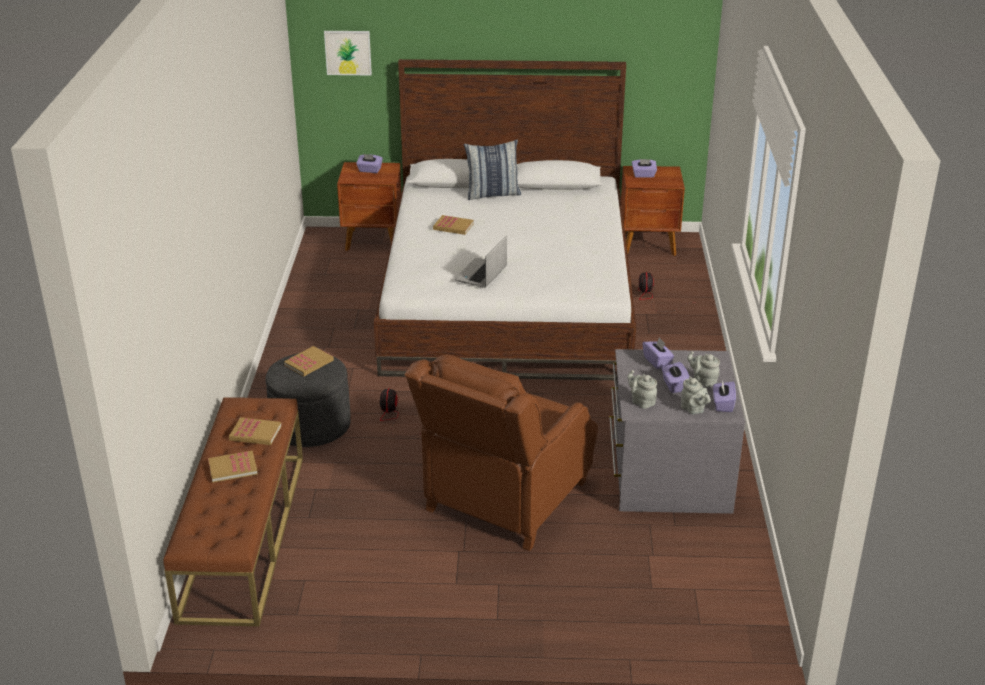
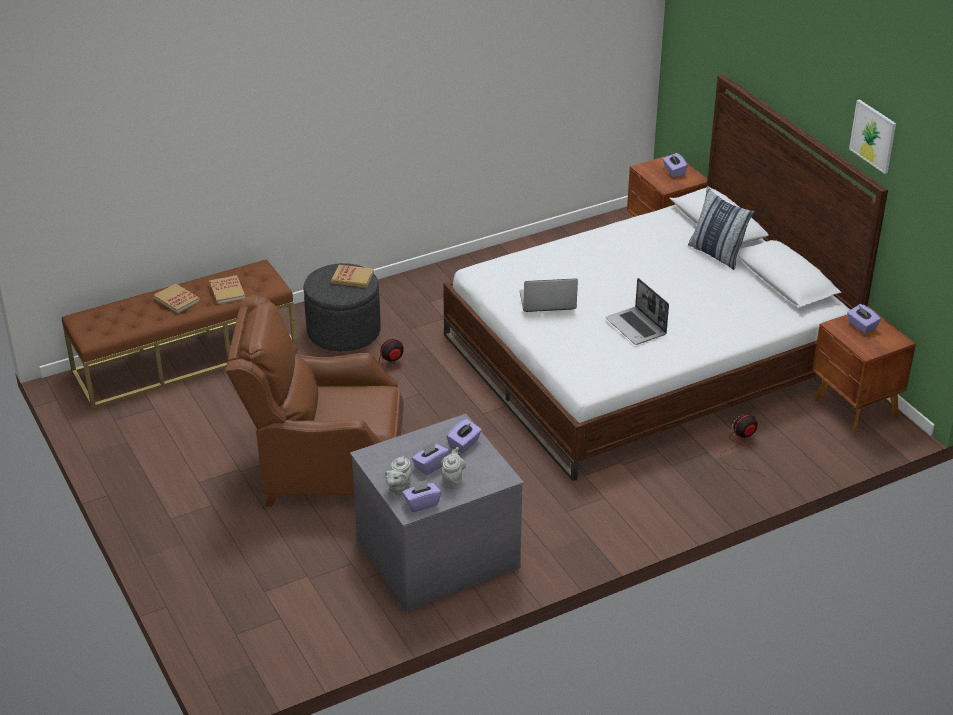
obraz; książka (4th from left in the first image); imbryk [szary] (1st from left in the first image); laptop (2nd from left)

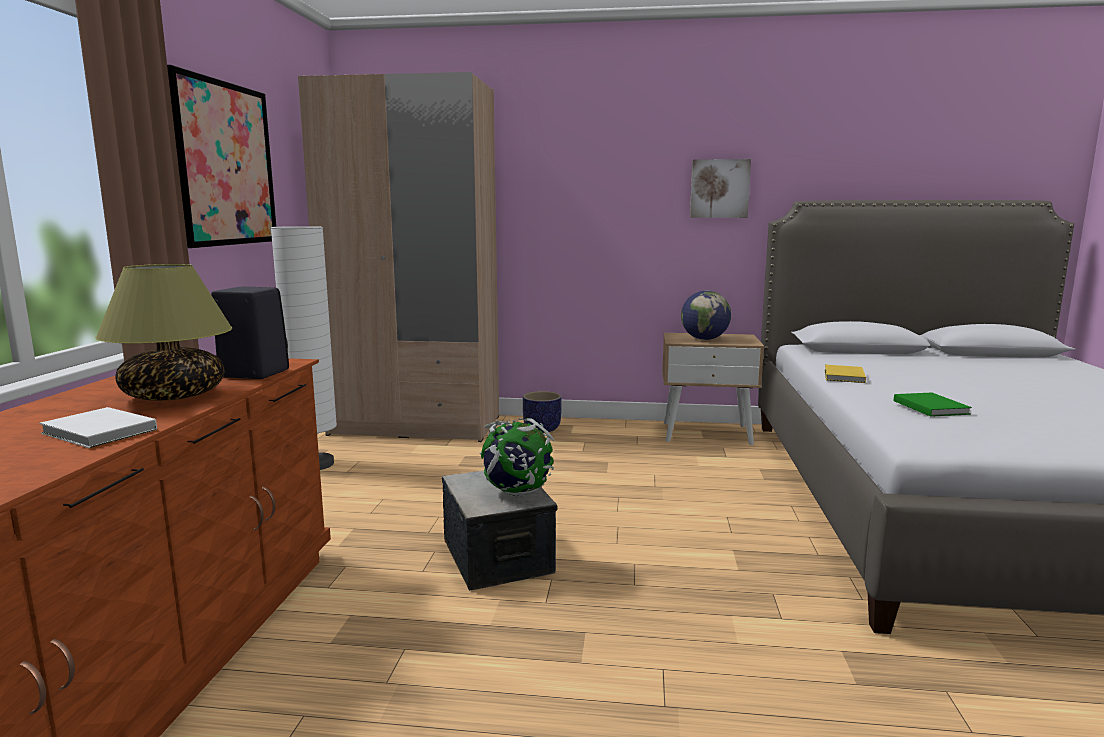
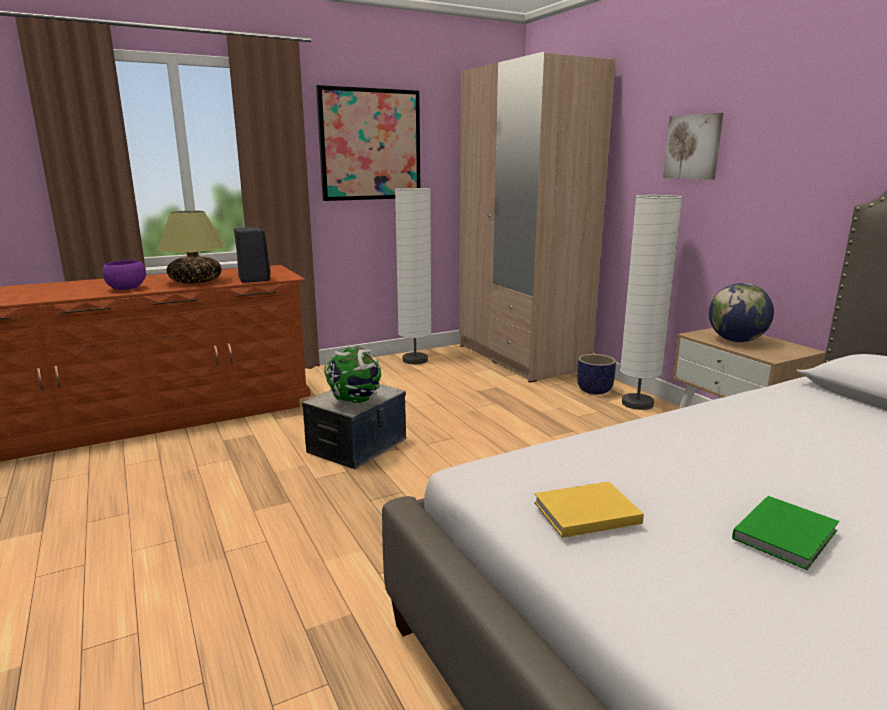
obraz (2nd from left); książka [żółty]; książka [zielony]; miska [fioletowy]; lampa stojąca [biały] (2nd from left)

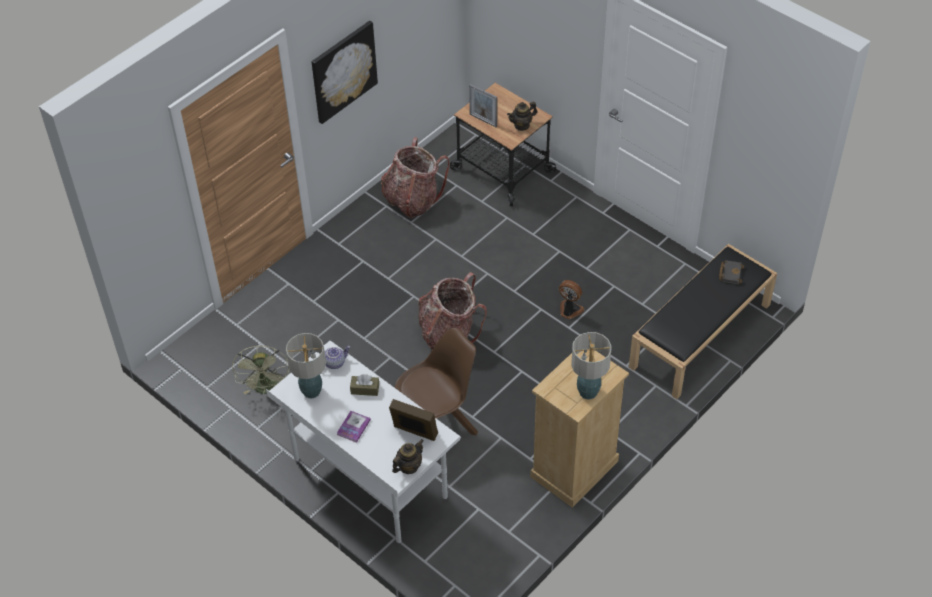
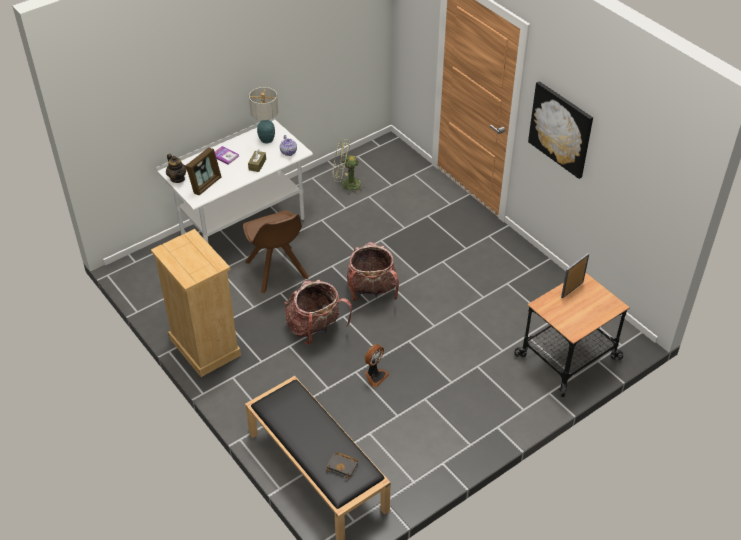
imbryk (3rd from left in the first image); plecak (1st from left); lampa stołowa (2nd from left in the first image)

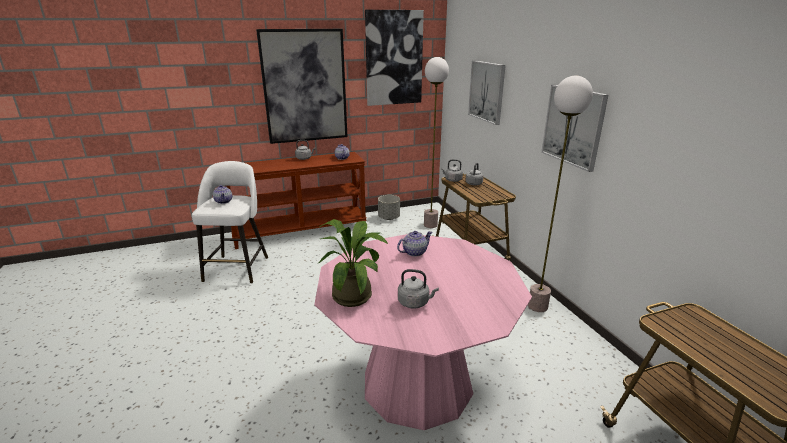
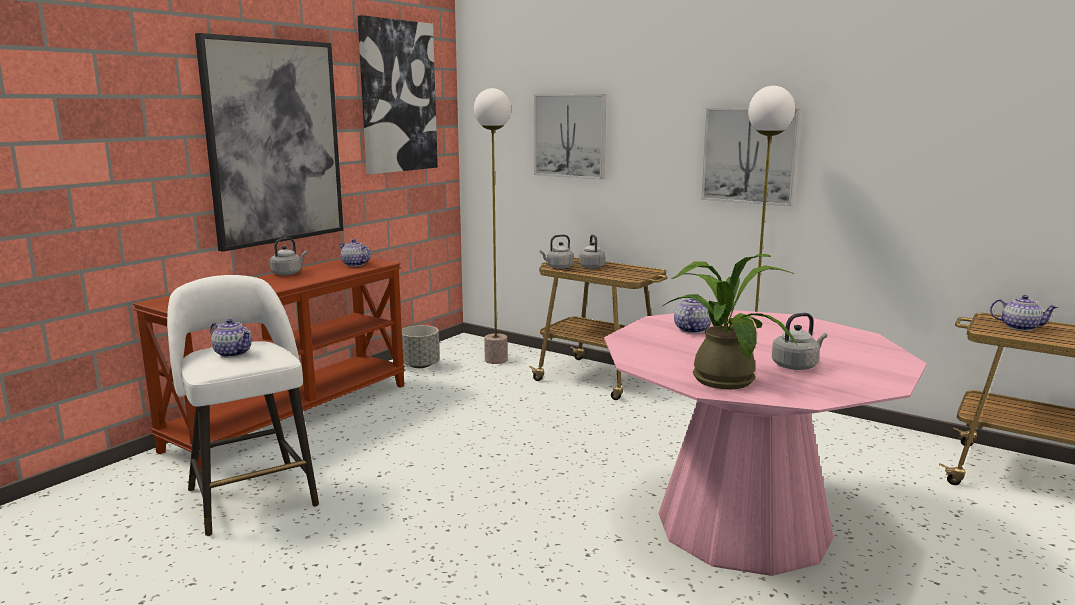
imbryk (4th from left)

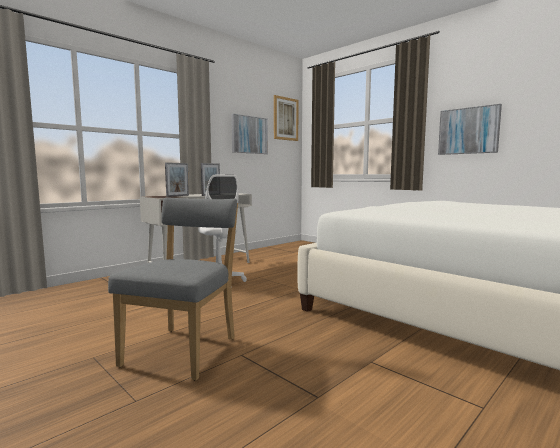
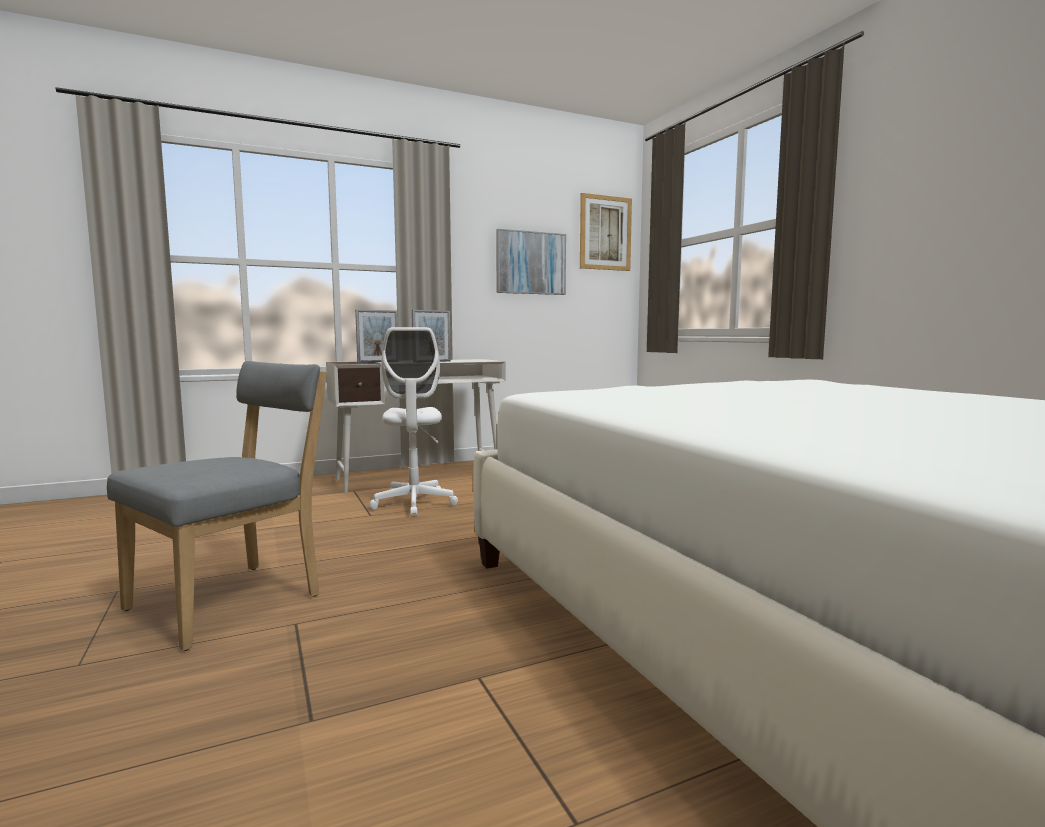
obraz (3rd from left in the first image)

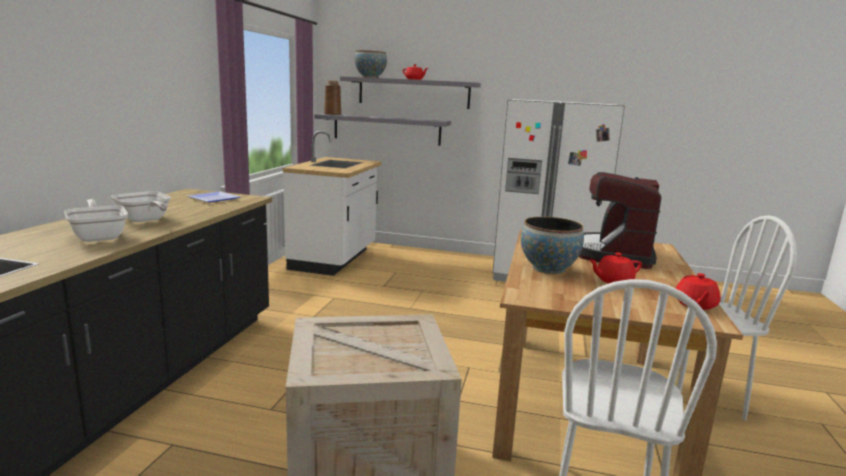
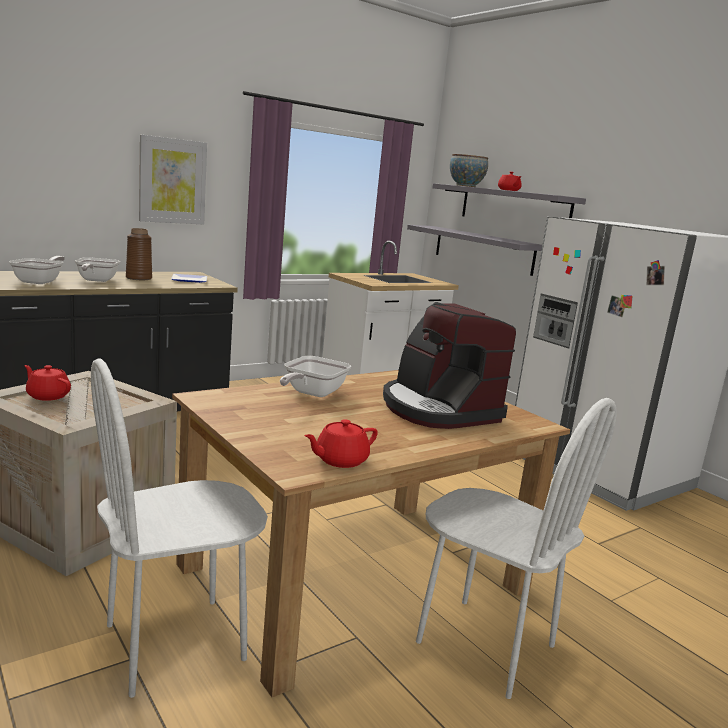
wazon [brązowy]; ekspres do kawy; patelnia (3rd from left); imbryk [czerwony] (1st from left); obraz

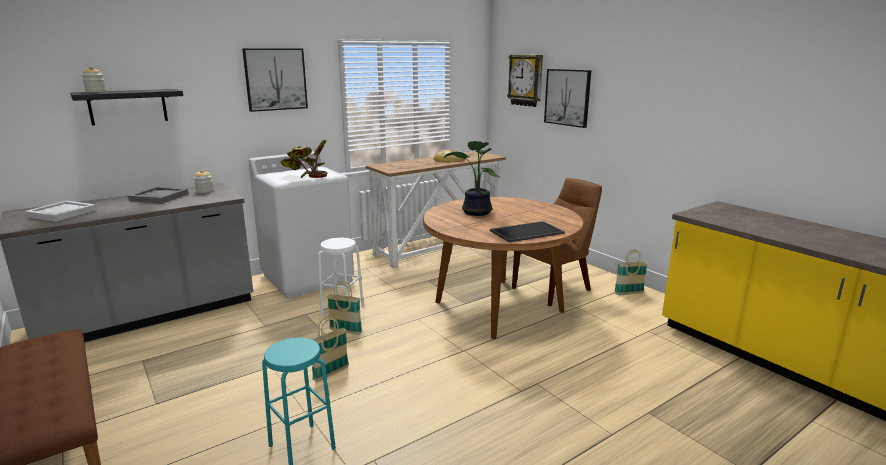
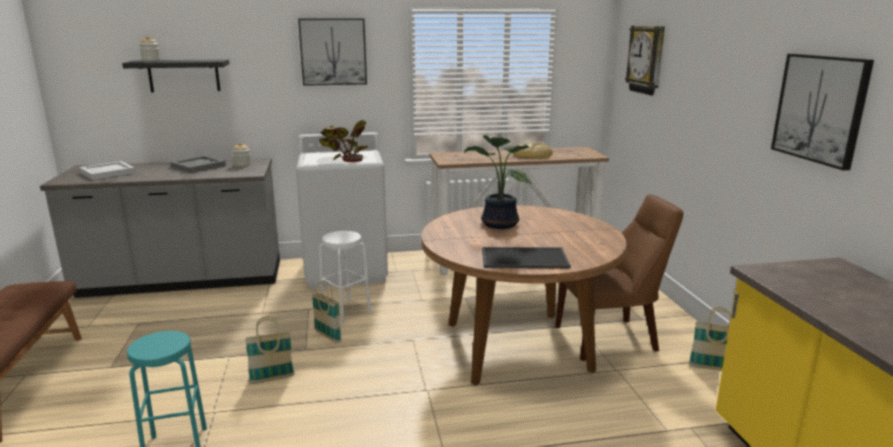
obraz (2nd from left)

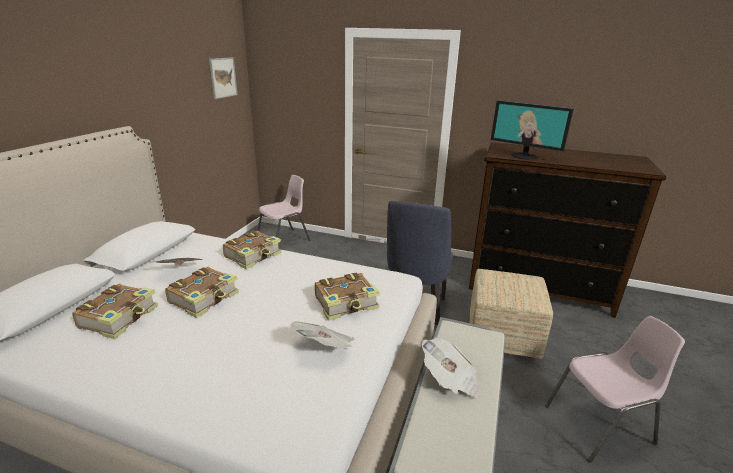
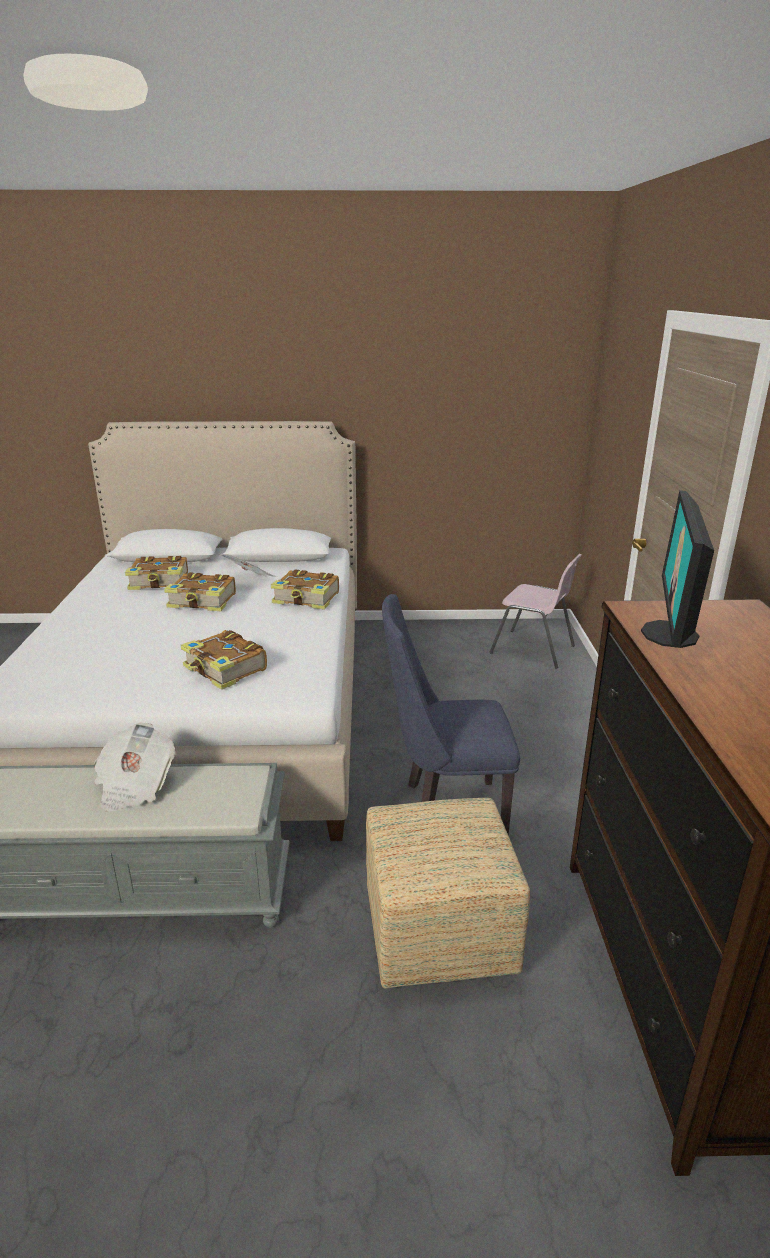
obraz; krzesło [różowy] (2nd from left in the first image); gazeta (2nd from left in the first image)

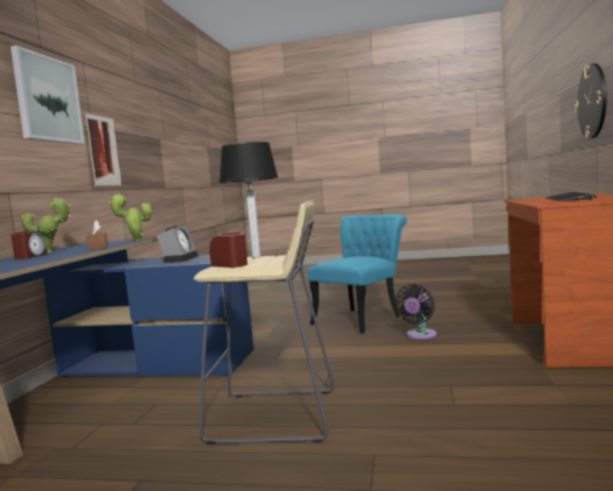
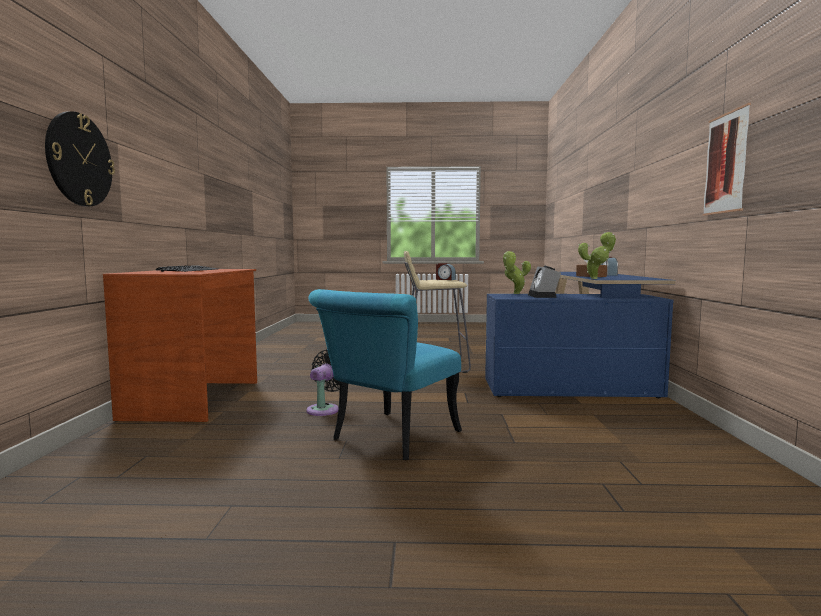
obraz (1st from left in the first image); lampa stołowa; roślina doniczkowa (1st from left)

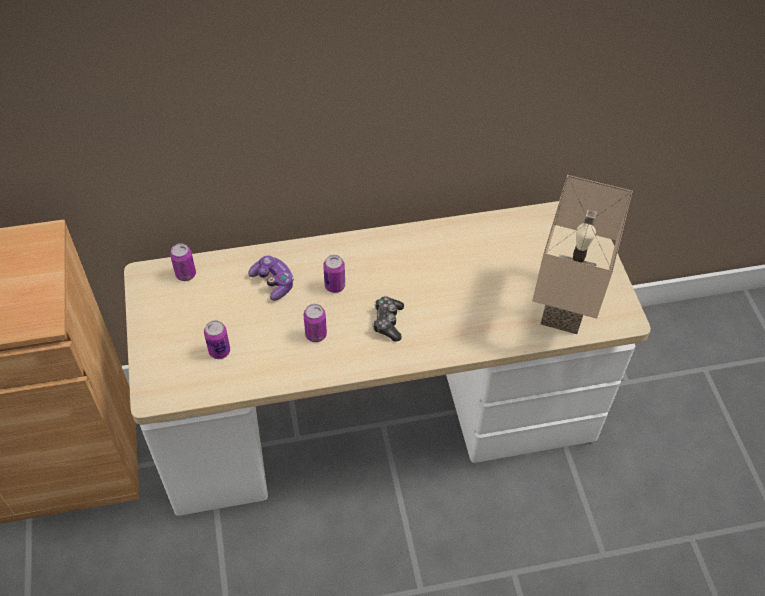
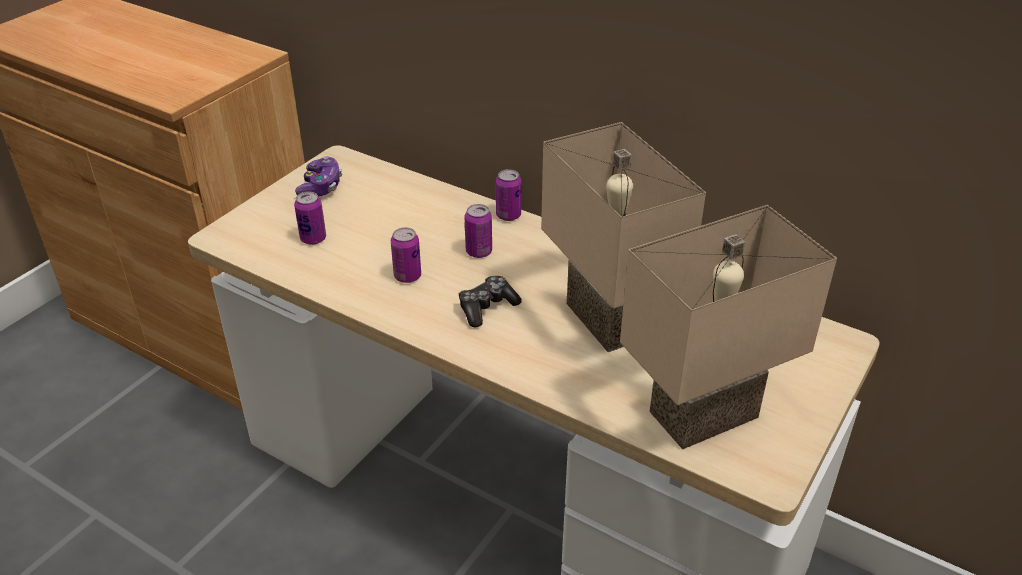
puszka (4th from left); pad do gier (1st from left); lampa stołowa [beżowy] (1st from left)

